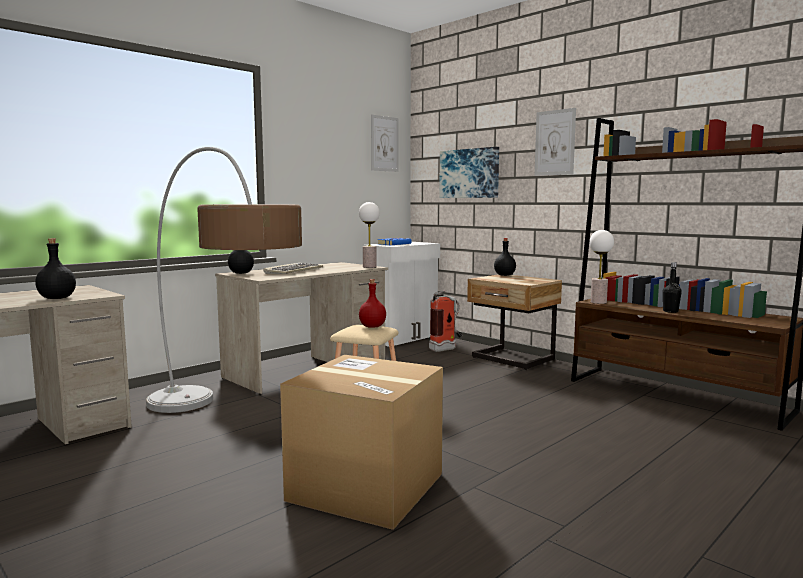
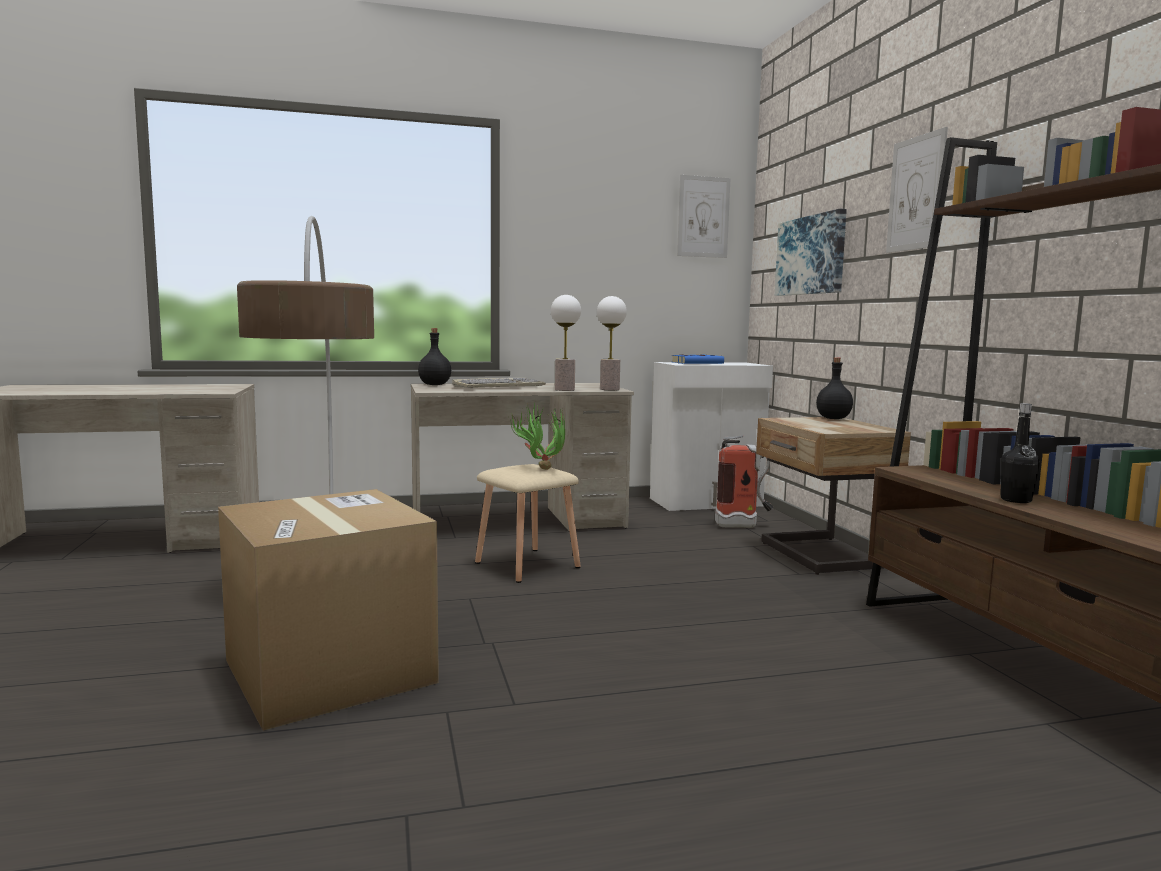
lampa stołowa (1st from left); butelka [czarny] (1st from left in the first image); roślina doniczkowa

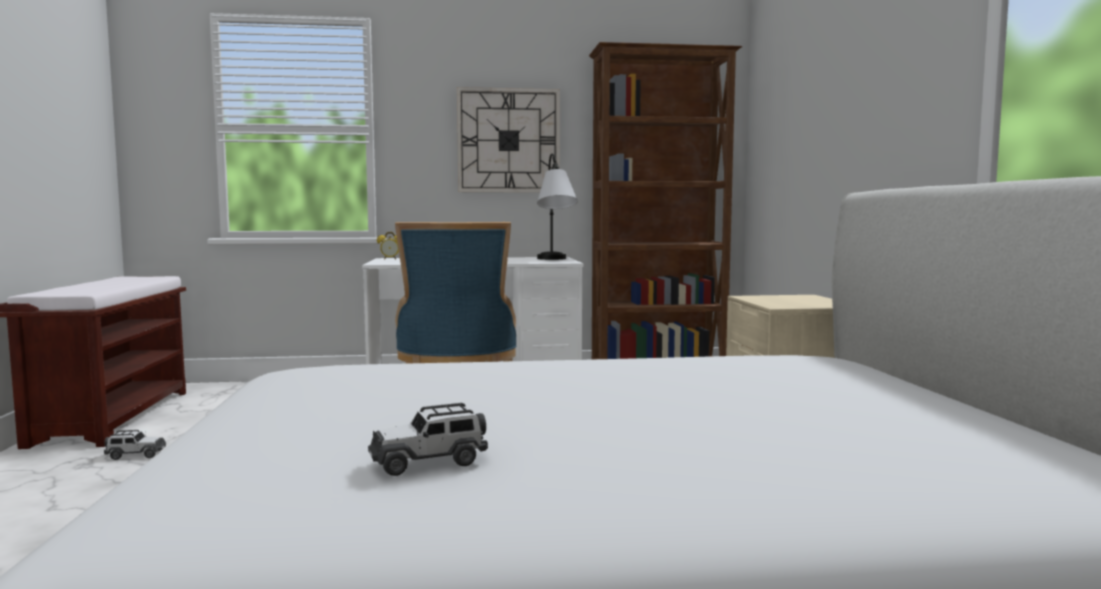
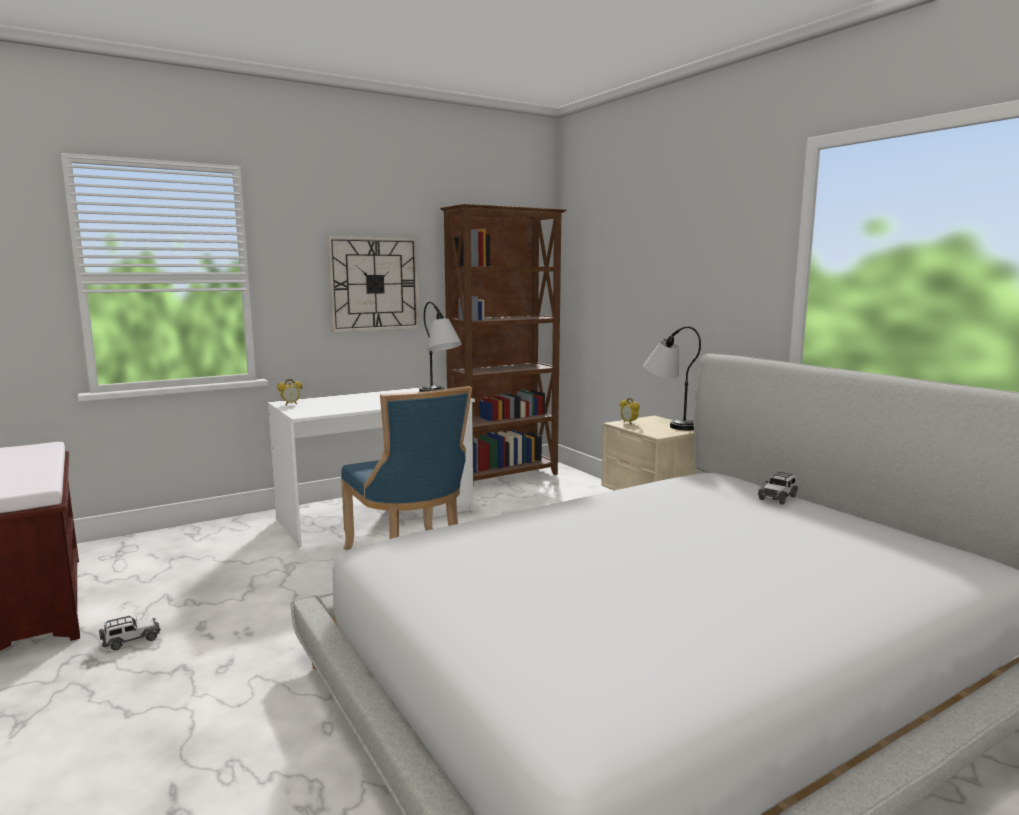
samochodzik (2nd from left); lampa stołowa (2nd from left); budzik (2nd from left)

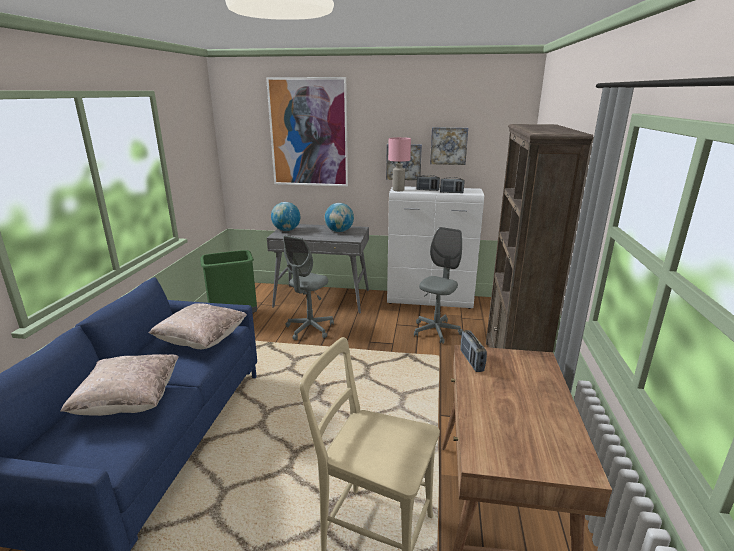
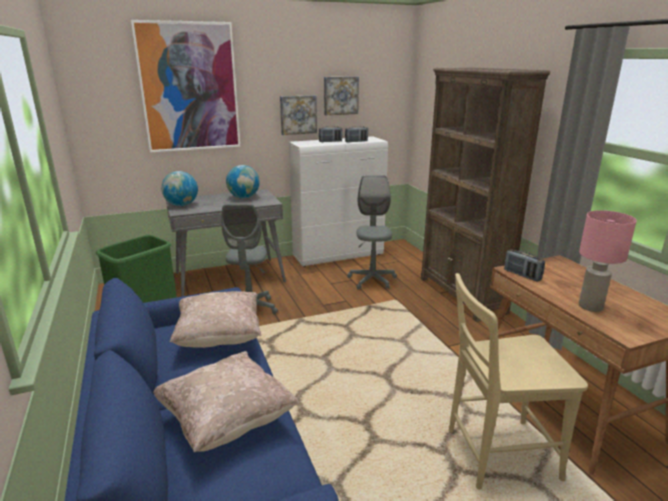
lampa stołowa [różowy]

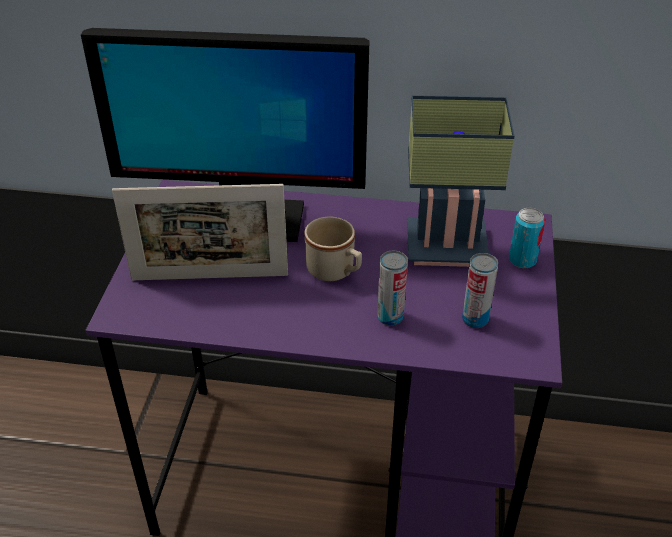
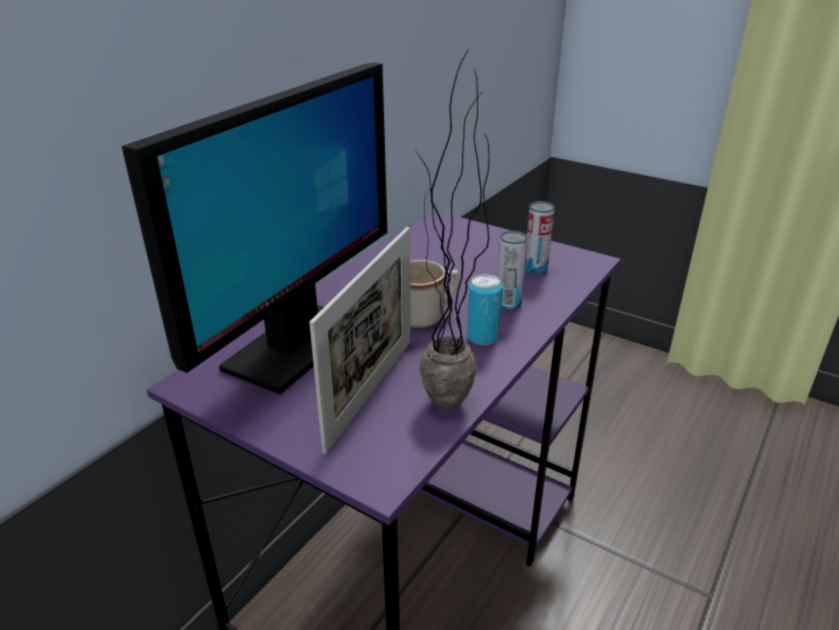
lampa stołowa; puszka (1st from left); roślina doniczkowa

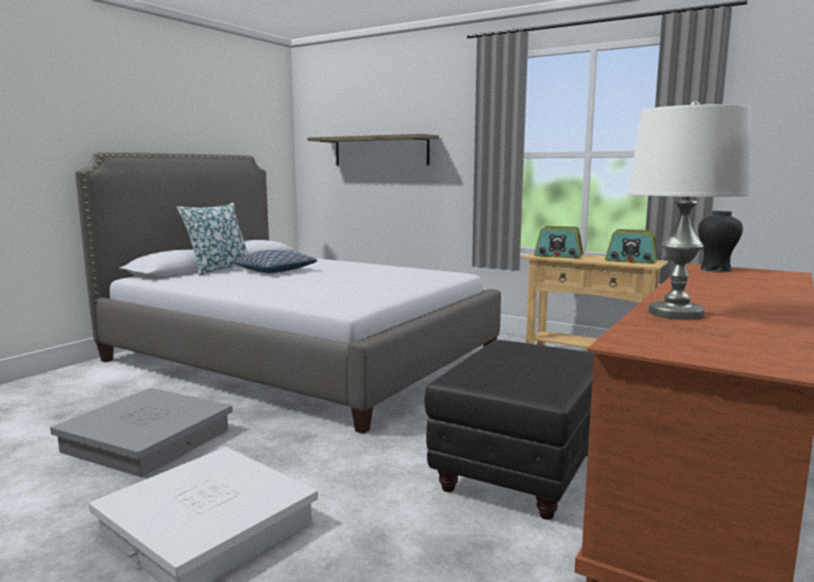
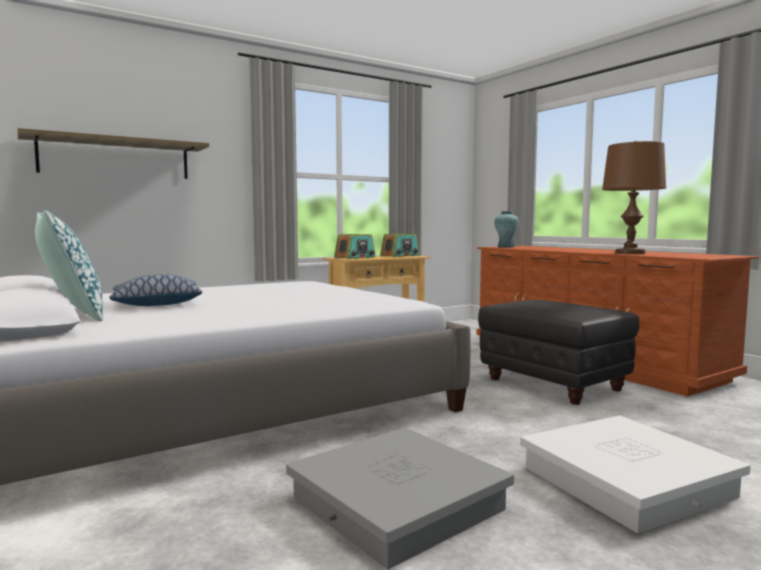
lampa stołowa [brązowy]; wazon [turkusowy]

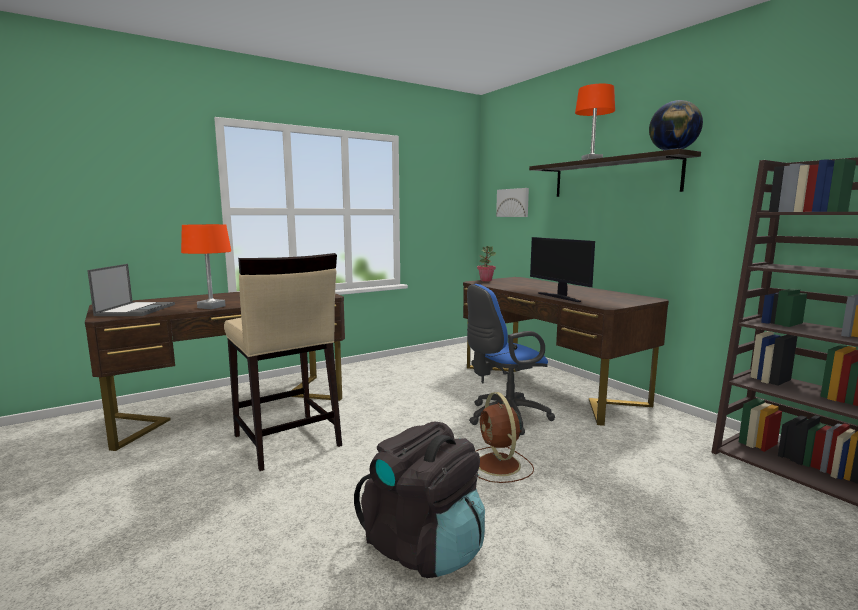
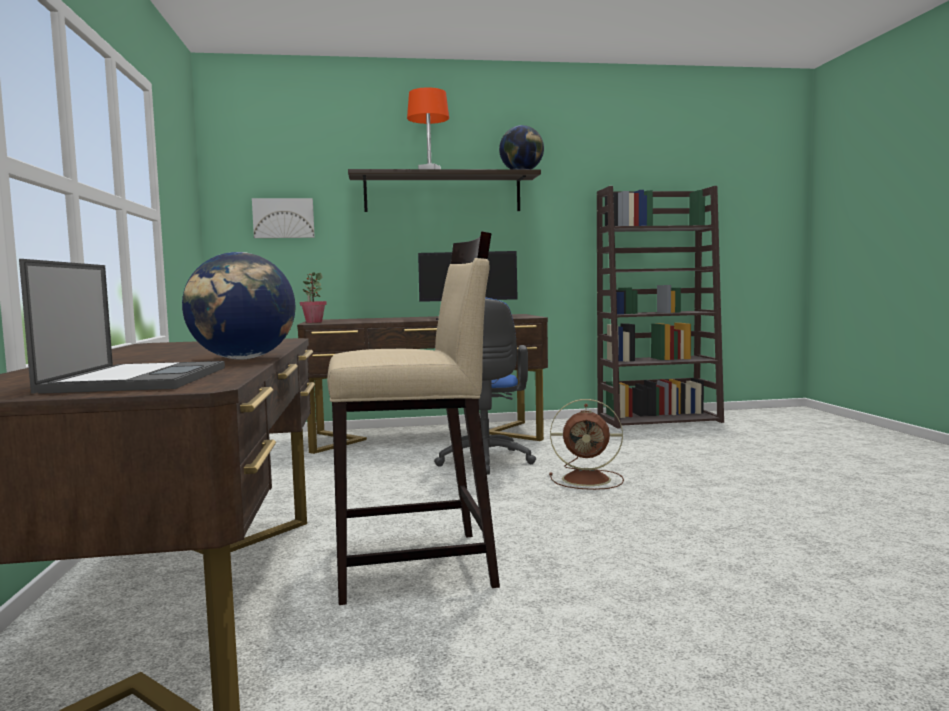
globus (1st from left); laptop; plecak [czarny]

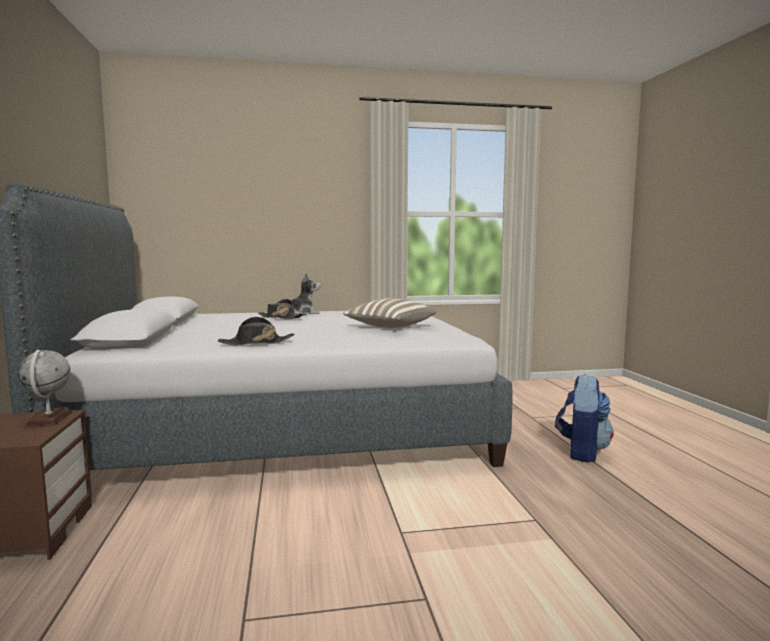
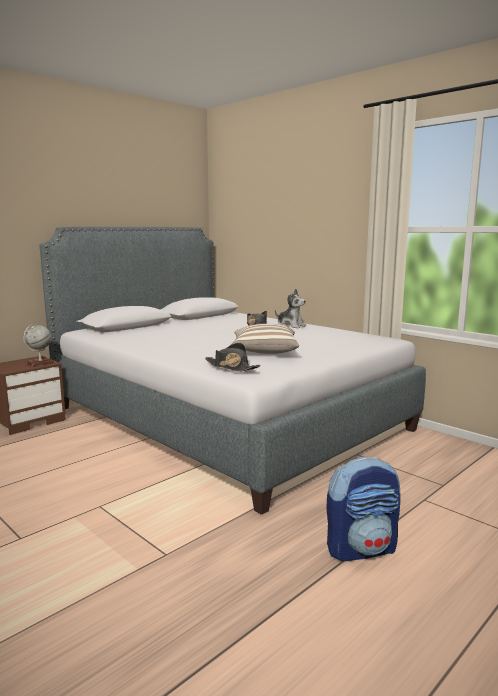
kapelusz [czarny] (1st from left)

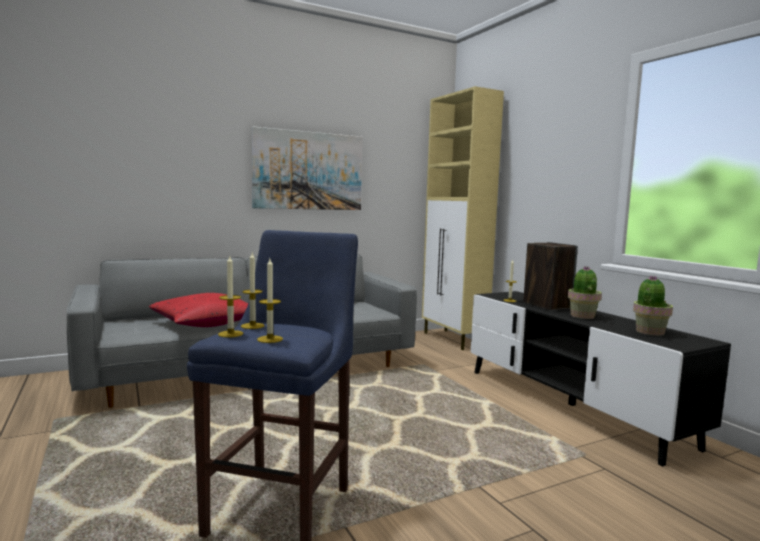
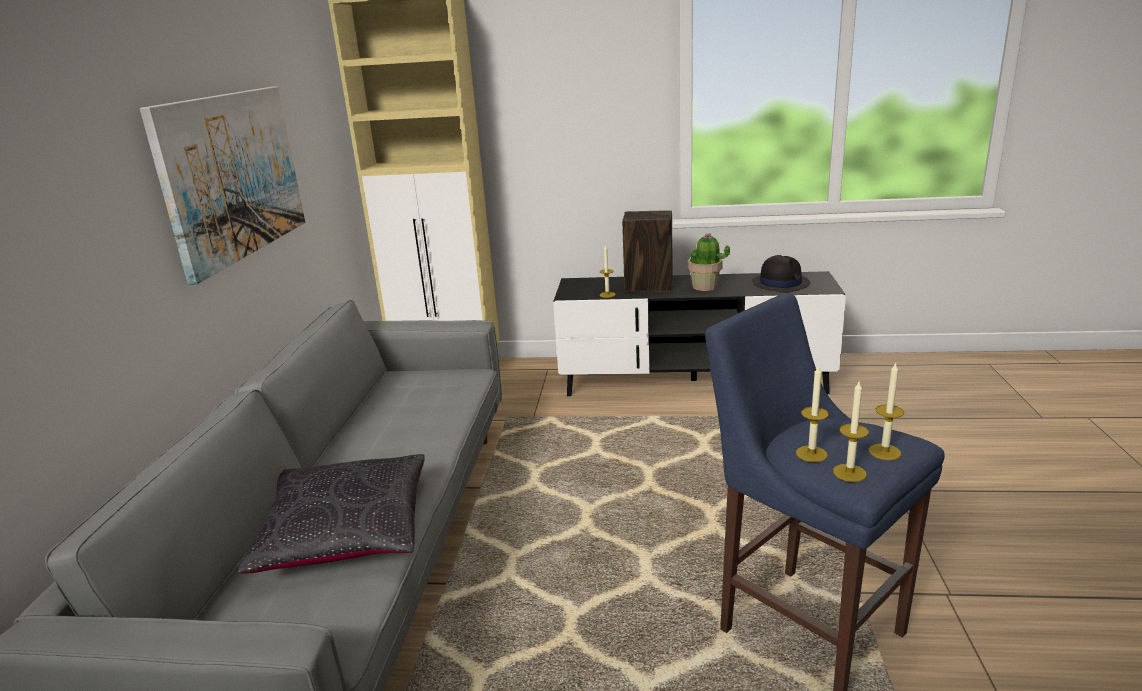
kapelusz [czarny]; poduszka [czarny]

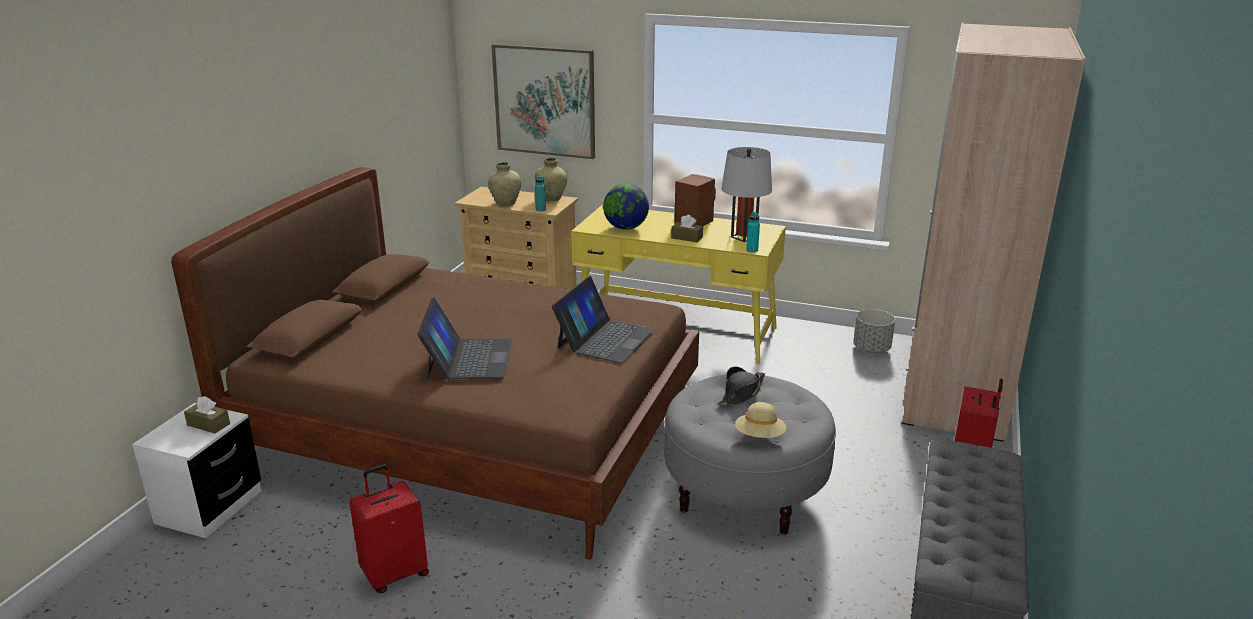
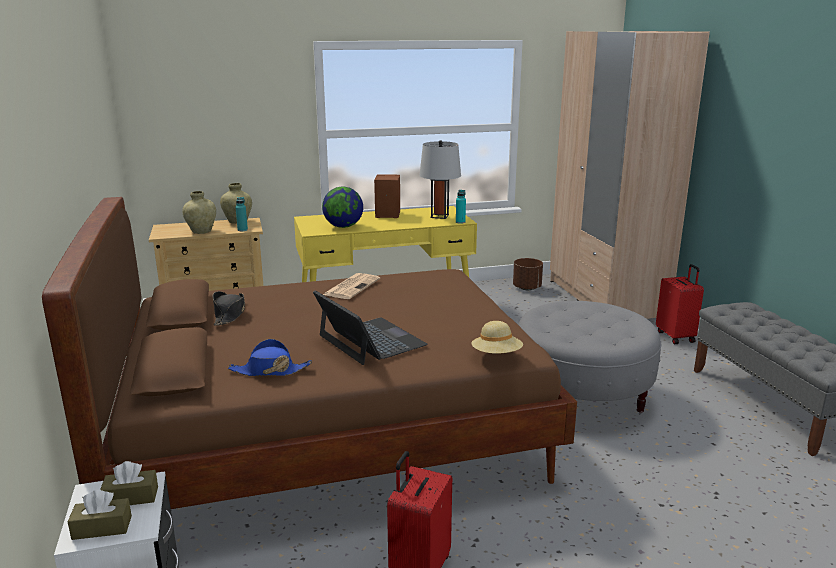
obraz; pudełko chusteczek [brązowy] (1st from left); laptop (2nd from left in the first image); donica [brązowy]; kapelusz [czarny]; kapelusz [beżowy]; gazeta; kapelusz [niebieski]

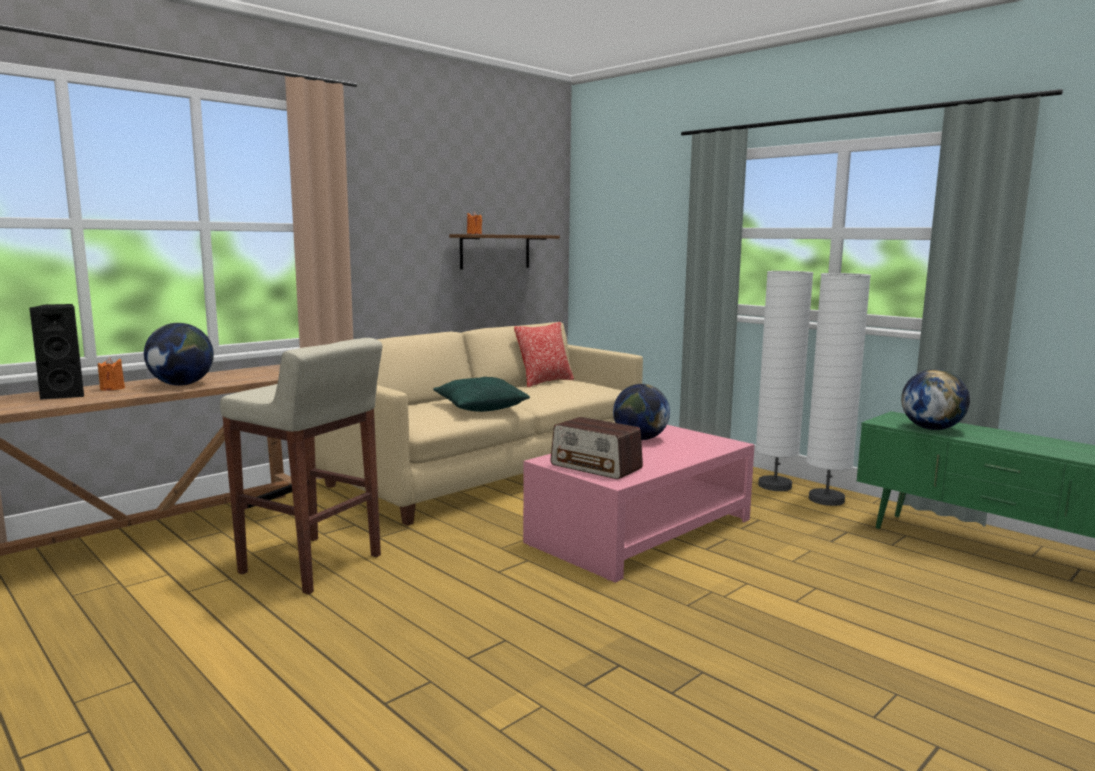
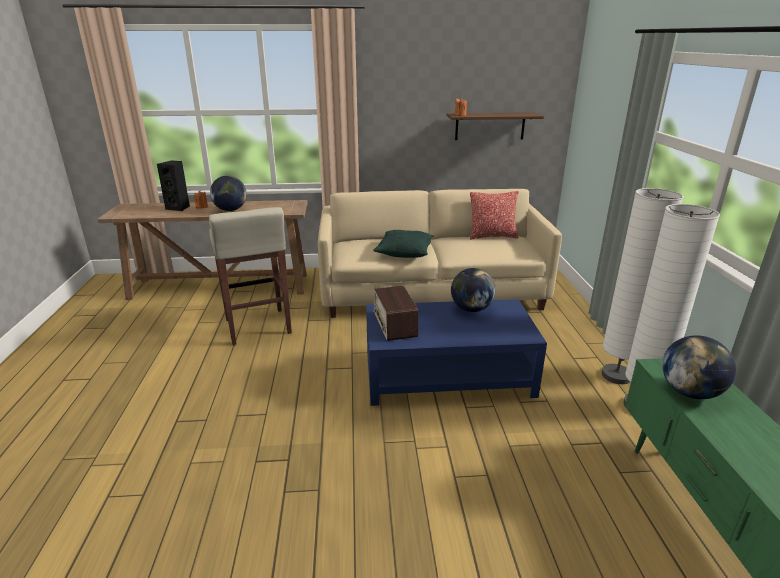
ława [niebieski]

